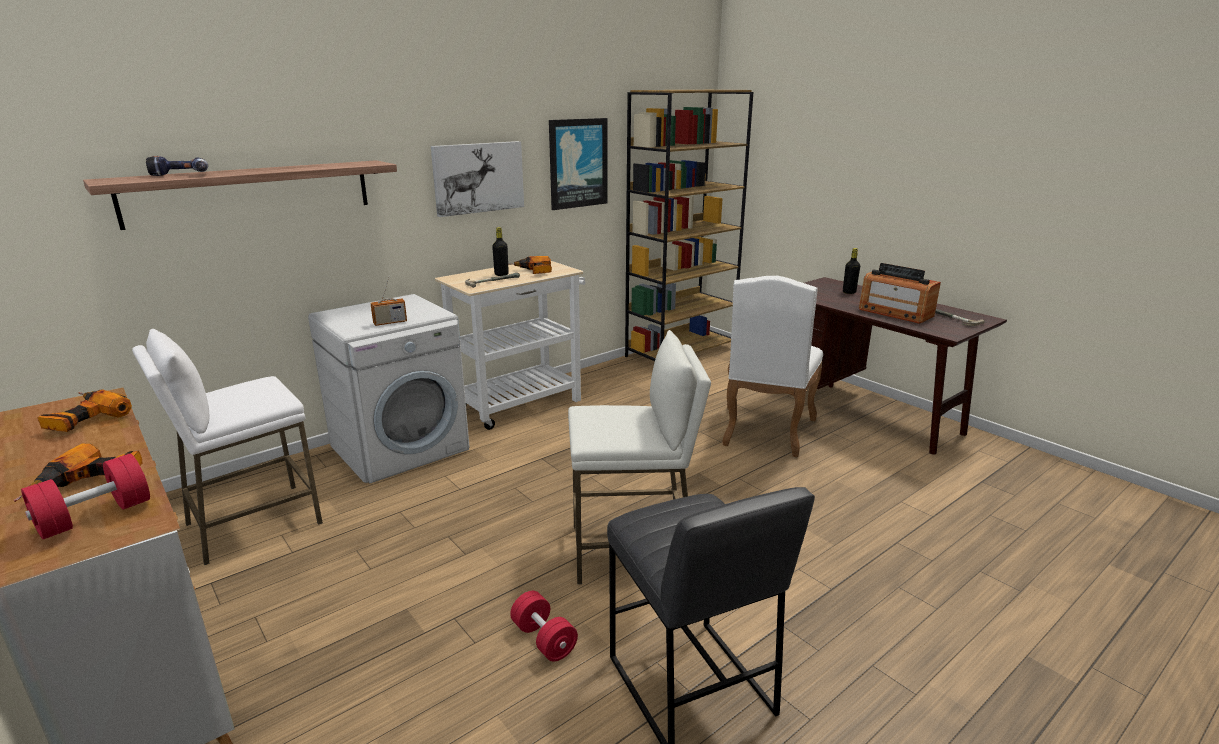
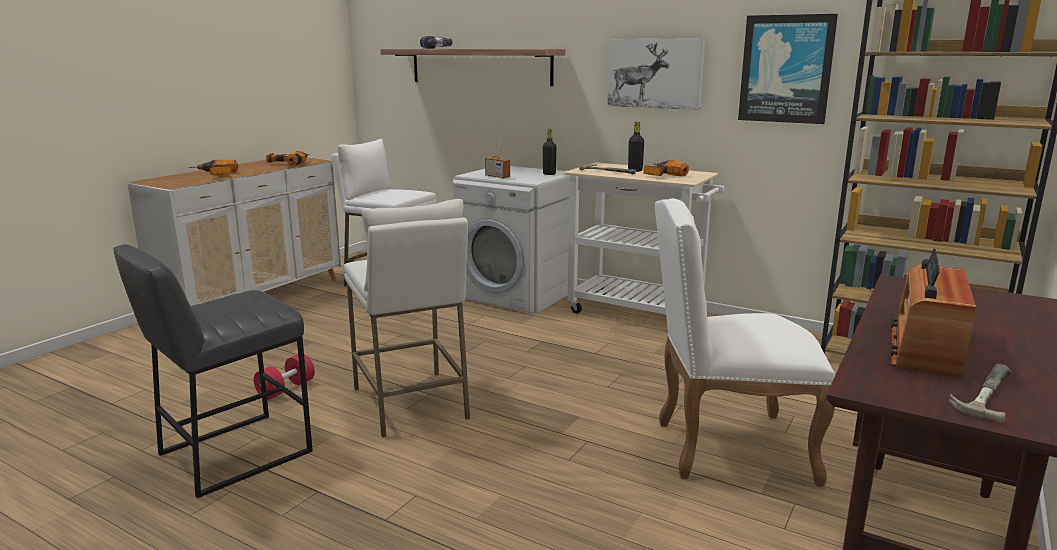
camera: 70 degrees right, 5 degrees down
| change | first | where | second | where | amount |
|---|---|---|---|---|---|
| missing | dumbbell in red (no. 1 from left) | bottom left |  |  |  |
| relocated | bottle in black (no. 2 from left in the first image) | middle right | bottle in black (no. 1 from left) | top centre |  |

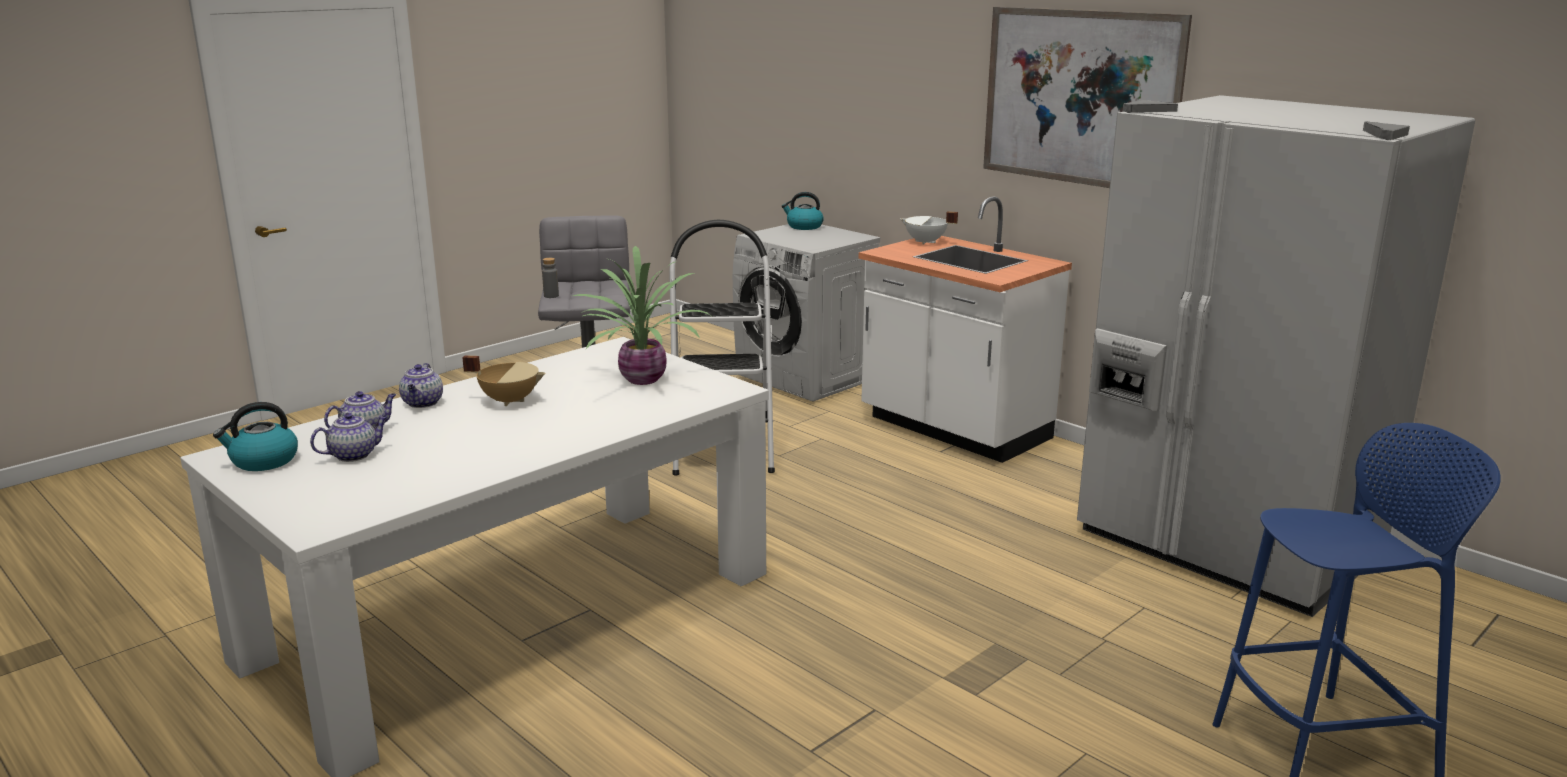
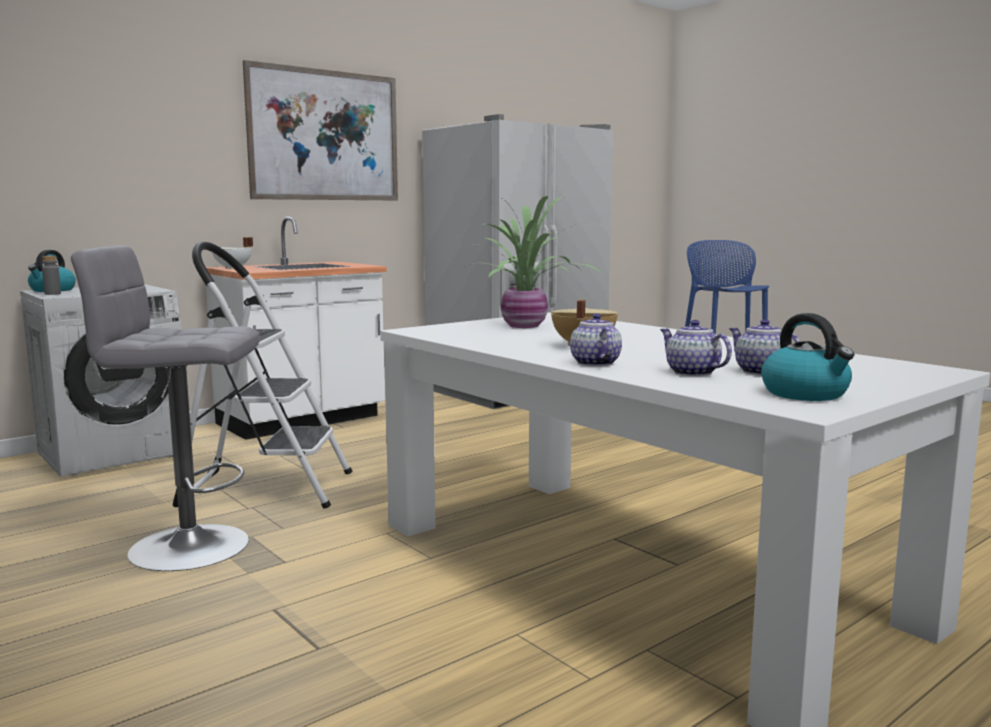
camera: 85 degrees left, 10 degrees down
| change | first | where | second | where | amount |
|---|---|---|---|---|---|
| relocated | bottle in grey | centre |  | middle left |  |
| spun | teapot (no. 3 from left in the first image) | middle left | teapot (no. 1 from left) | centre | 105 degrees counterclockwise |

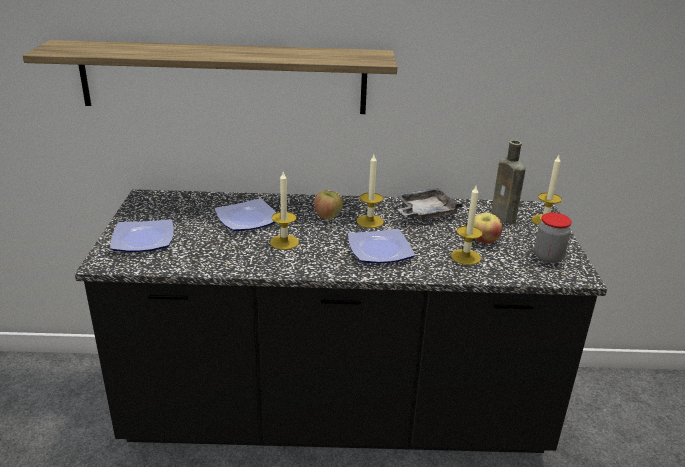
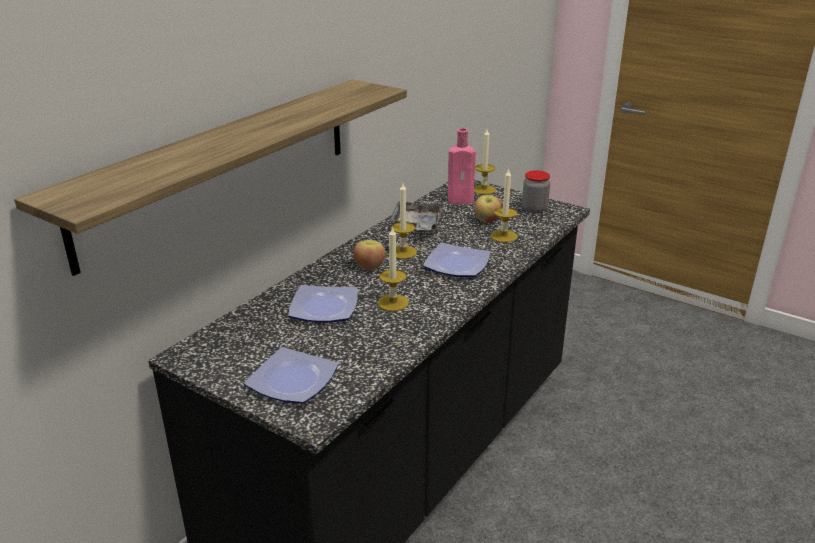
camera: 55 degrees left, 0 degrees up
| change | first | where | second | where | amount |
|---|---|---|---|---|---|
| colour | bottle in brown | middle right | bottle in pink | top centre |  |

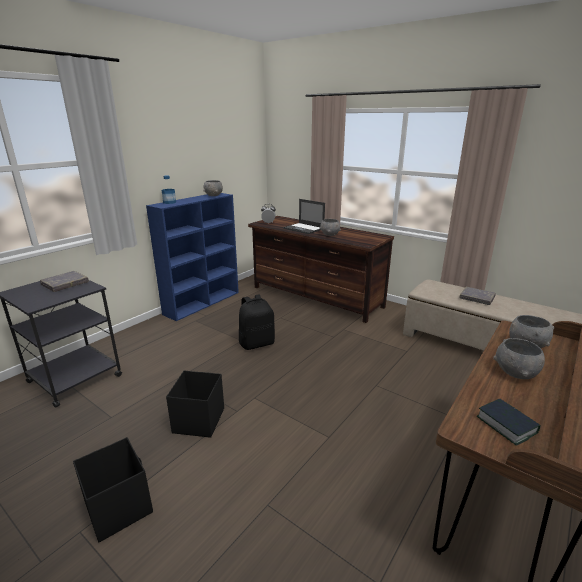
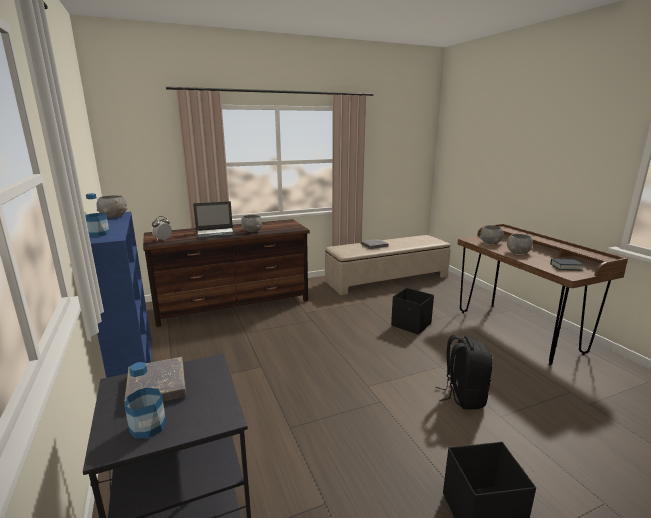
camera: 60 degrees left, 5 degrees down
| change | first | where | second | where | amount |
|---|---|---|---|---|---|
| appeared |  |  | bottle (no. 2 from left) | bottom left |  |
| relocated | storage box in black (no. 2 from left in the first image) | bottom centre | storage box in black (no. 1 from left) | centre |  |
| relocated | backpack in black | centre |  | bottom right |  |

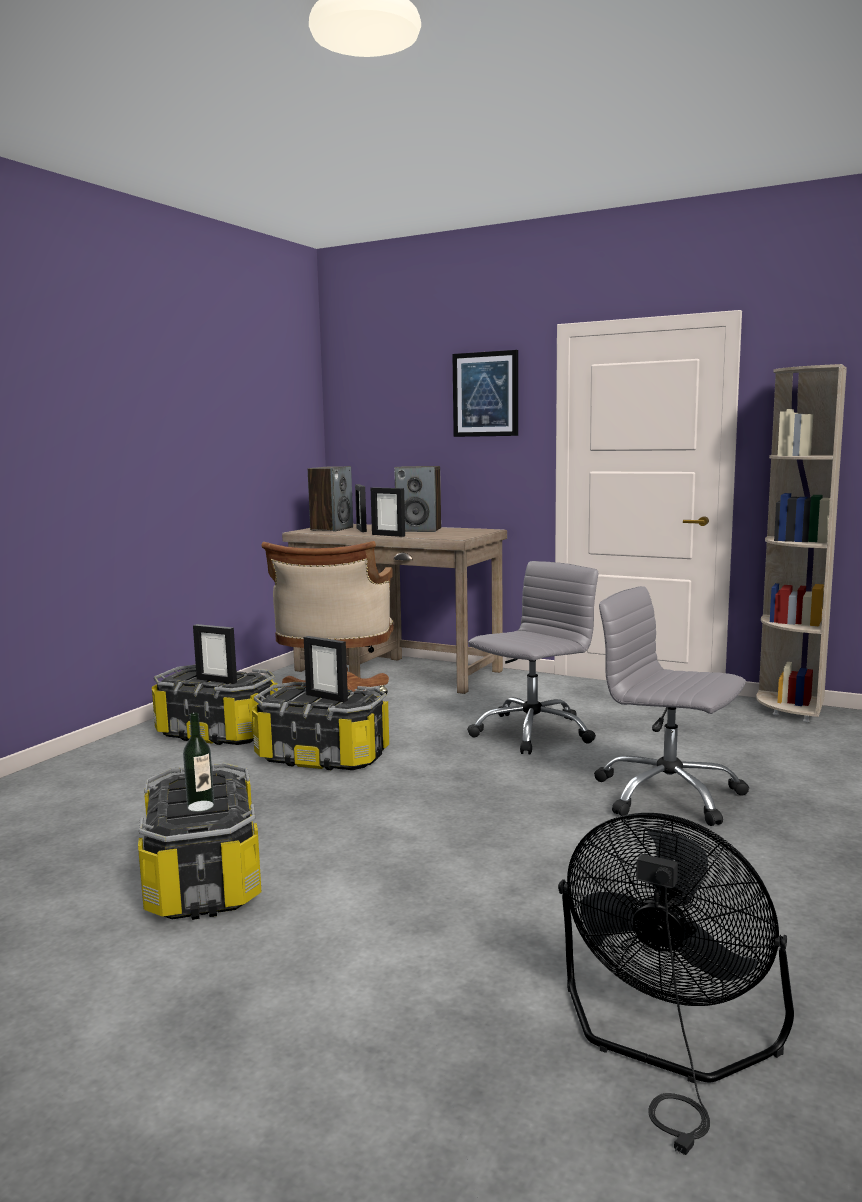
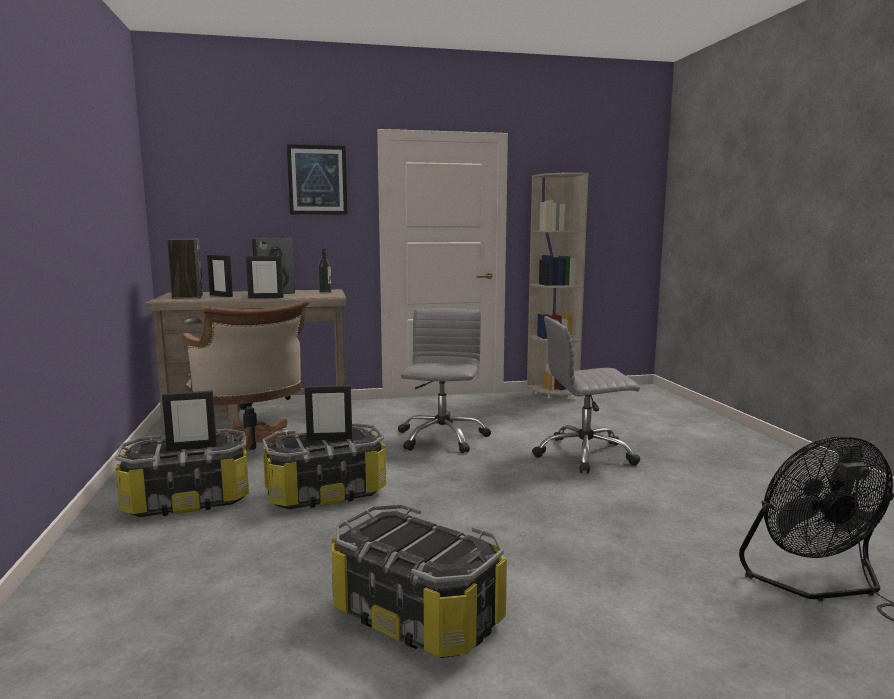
camera: 40 degrees left, 0 degrees up
| change | first | where | second | where | amount |
|---|---|---|---|---|---|
| relocated | bottle | middle left |  | centre |  |

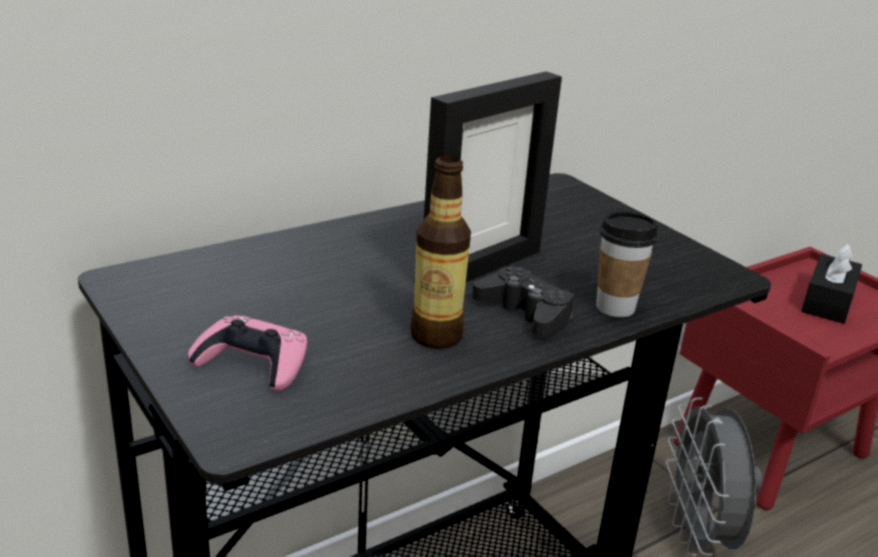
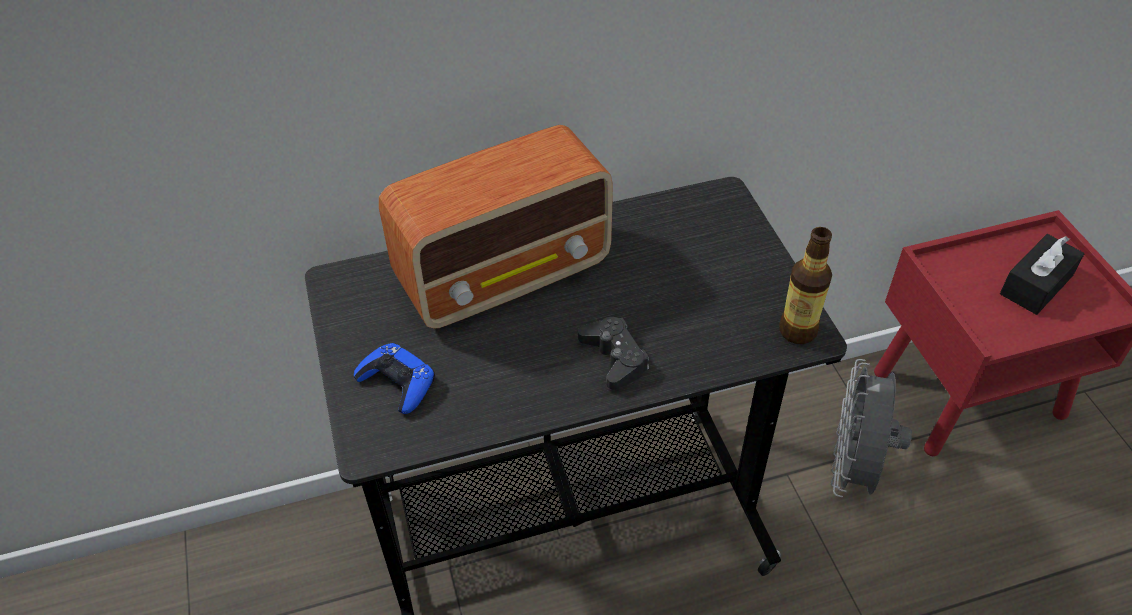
camera: 20 degrees right, 20 degrees up
| change | first | where | second | where | amount |
|---|---|---|---|---|---|
| missing | picture frame | top centre |  |  |  |
| missing | cup | middle right |  |  |  |
| appeared |  |  | radio | centre |  |
| relocated | bottle | centre |  | middle right |  |
| colour | game controller in pink | middle left | game controller in blue | centre |  |

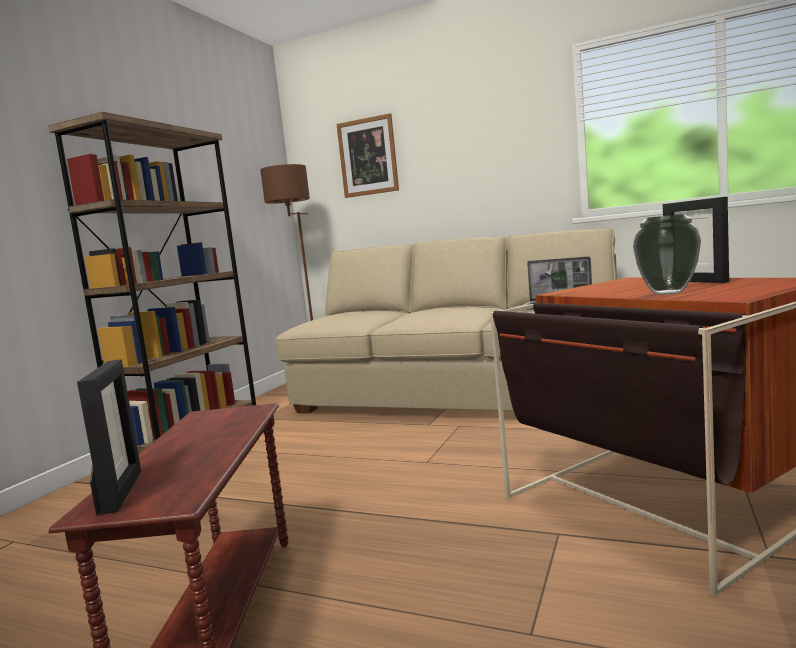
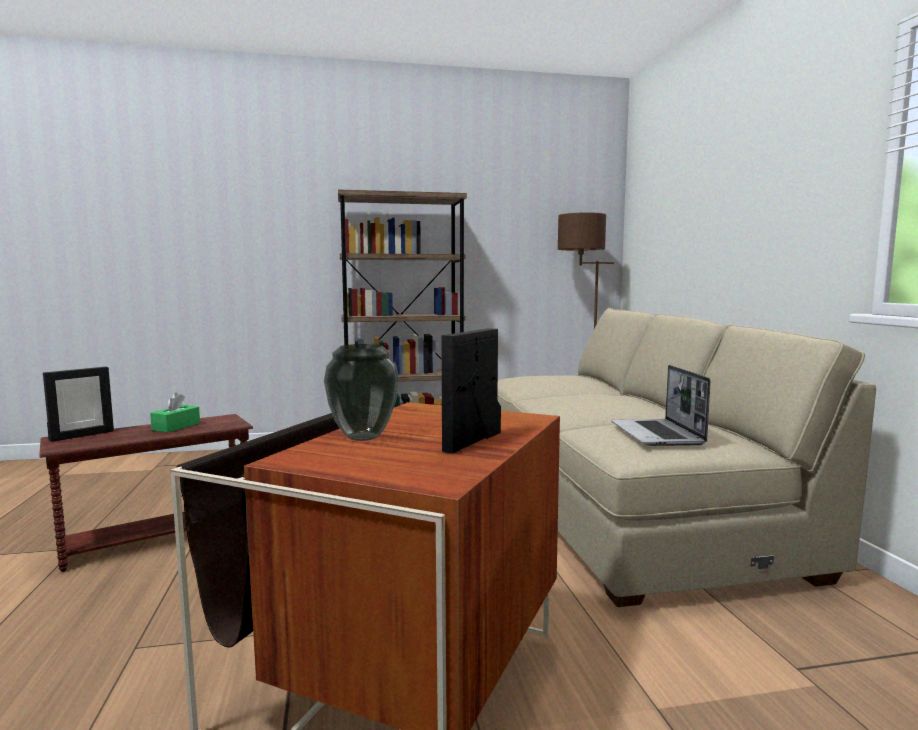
camera: 55 degrees right, 0 degrees up
| change | first | where | second | where | amount |
|---|---|---|---|---|---|
| missing | picture | top centre |  |  |  |
| appeared |  |  | tissue box in green | middle left |  |

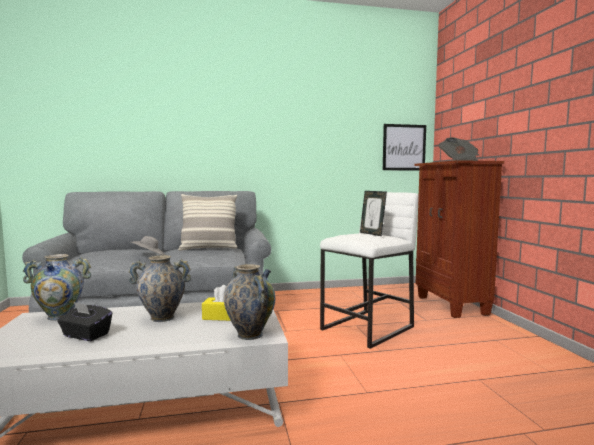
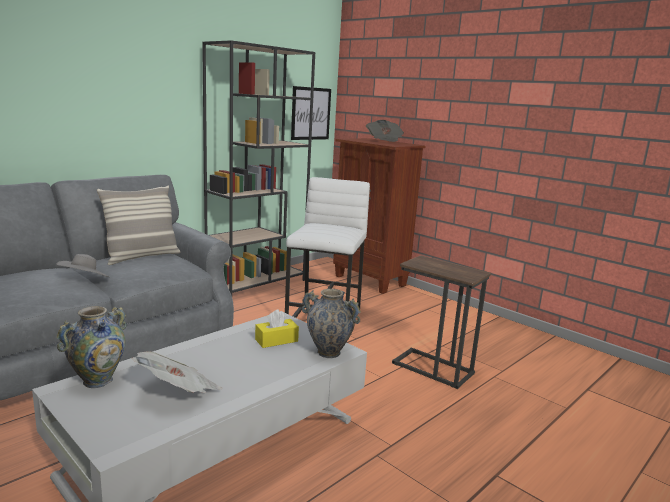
camera: 35 degrees left, 10 degrees up
| change | first | where | second | where | amount |
|---|---|---|---|---|---|
| missing | vase (no. 2 from left) | middle left |  |  |  |
| missing | picture frame | centre |  |  |  |
| appeared |  |  | bookcase | centre |  |
| appeared |  |  | side table in brown | centre |  |
| exchanged | tissue box in black | bottom left | newspaper (no. 1 from left) | bottom left |  |

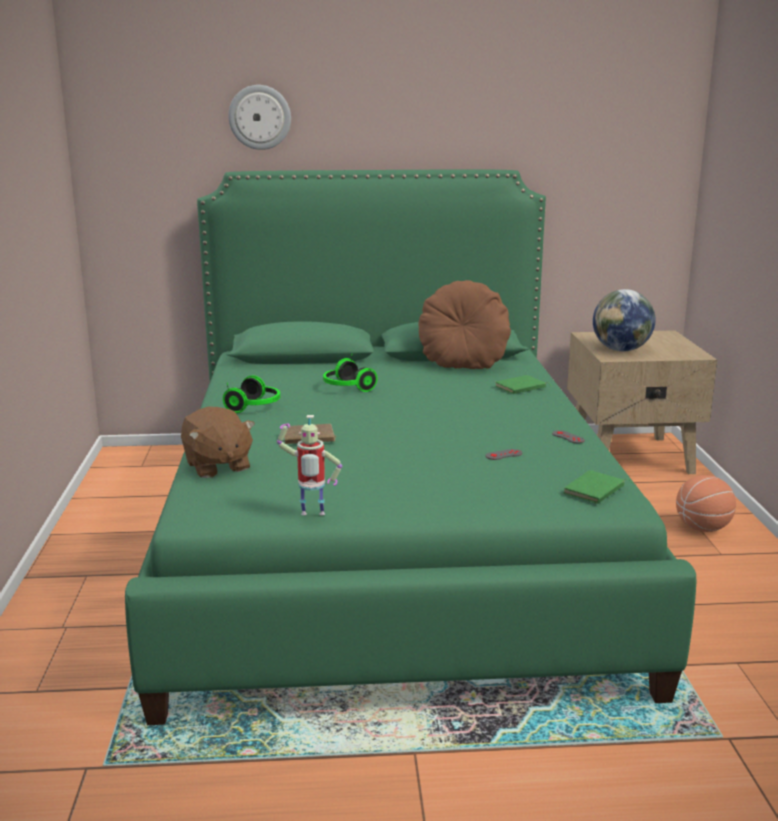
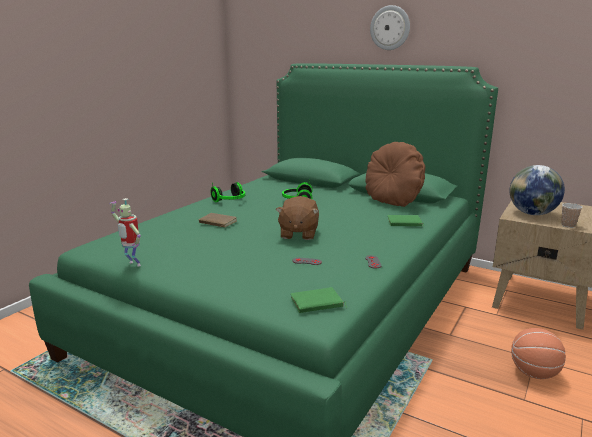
camera: 35 degrees right, 0 degrees up
| change | first | where | second | where | amount |
|---|---|---|---|---|---|
| appeared |  |  | cup | middle right |  |
| relocated | plush toy in brown | middle left |  | centre |  |
| relocated | wall clock | top left |  | top centre |  |

